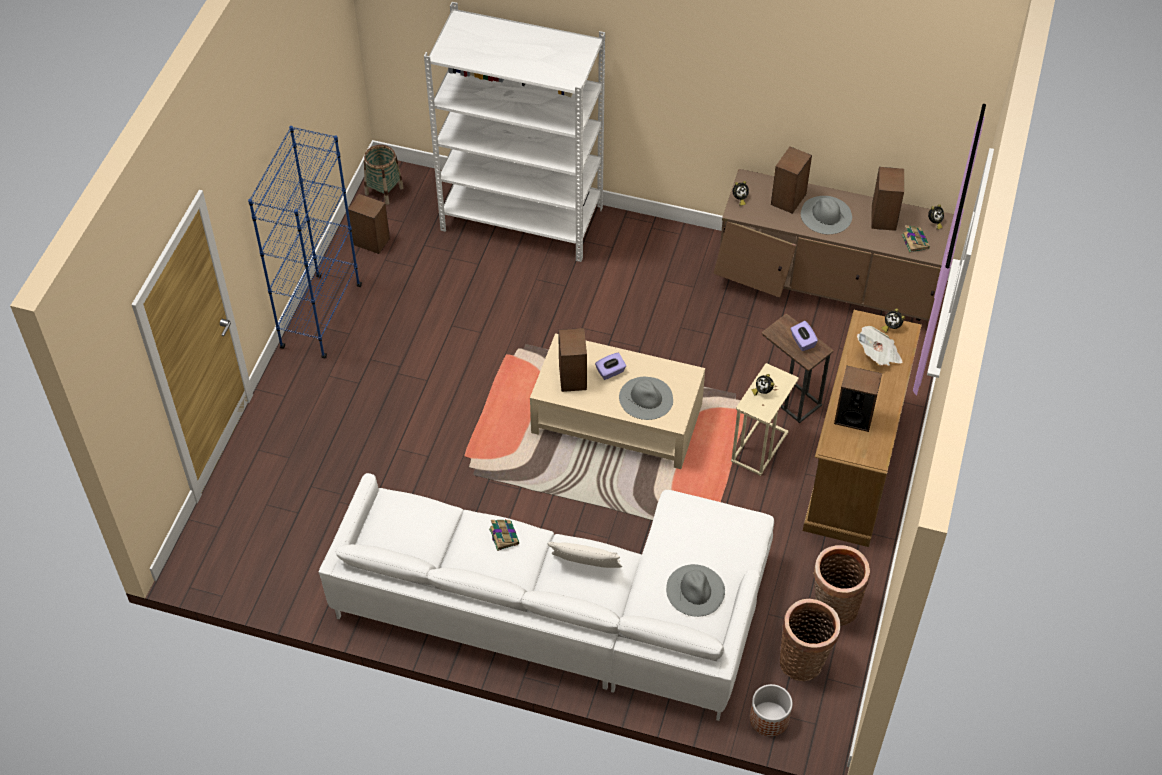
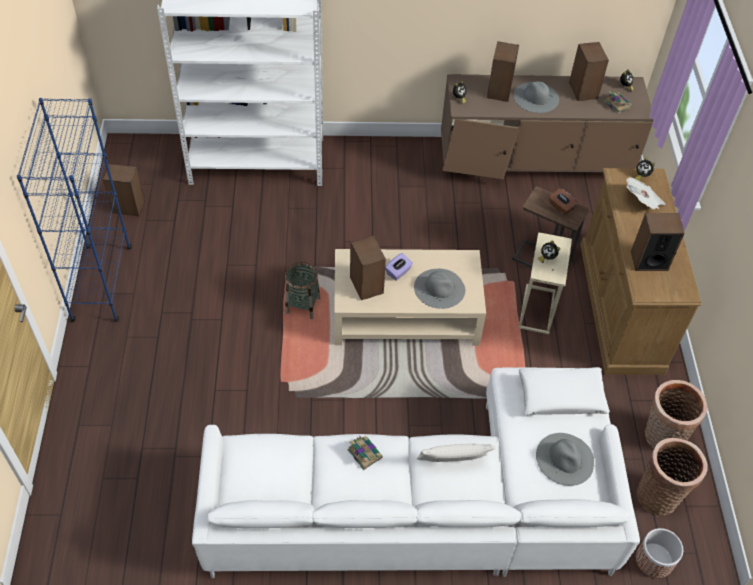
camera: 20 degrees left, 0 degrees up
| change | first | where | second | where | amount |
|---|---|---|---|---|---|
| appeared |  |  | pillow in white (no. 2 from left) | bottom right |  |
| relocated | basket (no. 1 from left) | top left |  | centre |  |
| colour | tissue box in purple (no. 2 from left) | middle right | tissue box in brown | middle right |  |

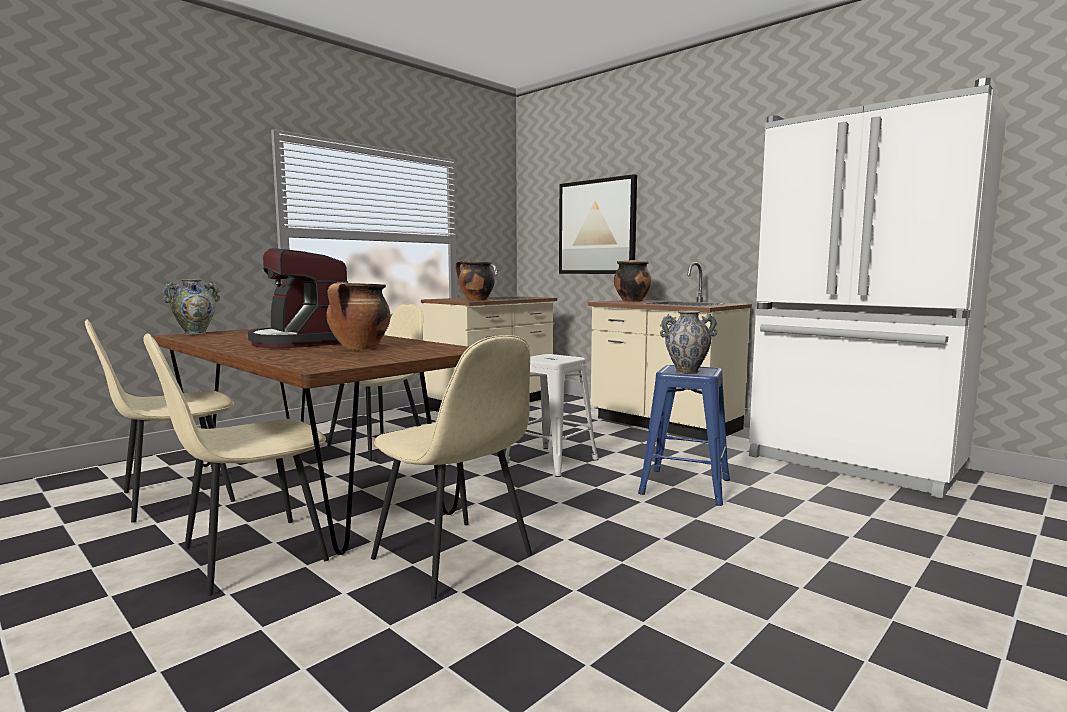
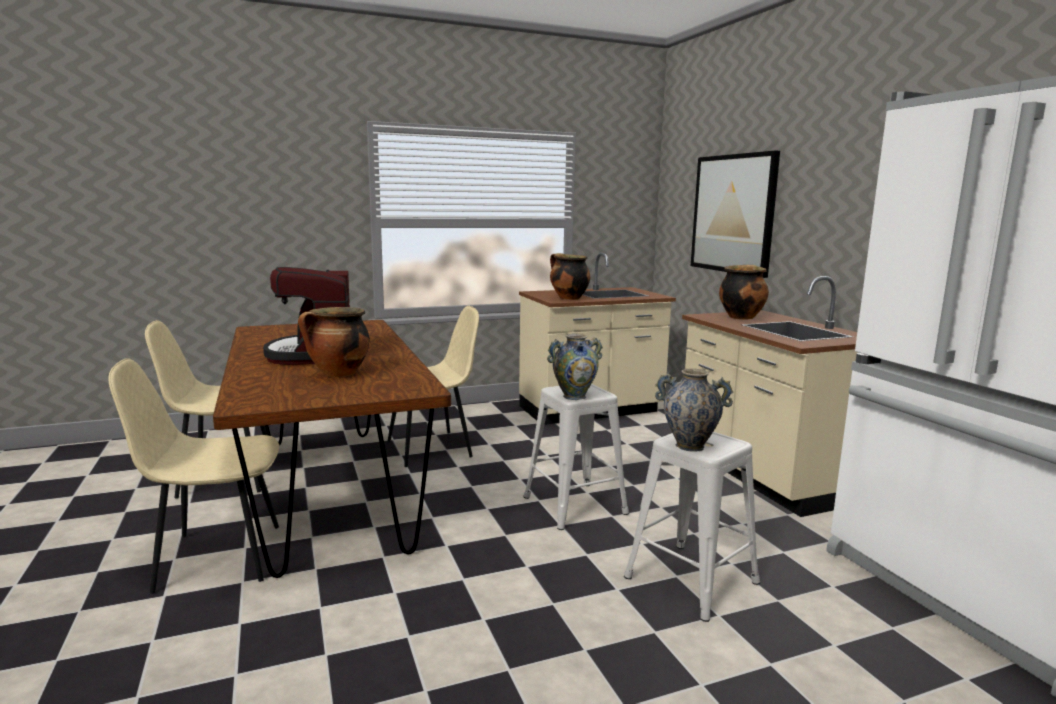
camera: 25 degrees right, 5 degrees up
| change | first | where | second | where | amount |
|---|---|---|---|---|---|
| missing | chair in beige (no. 4 from left) | centre |  |  |  |
| relocated | vase (no. 1 from left) | middle left |  | centre |  |
| colour | stool in blue | centre | stool in white (no. 2 from left) | bottom centre |  |

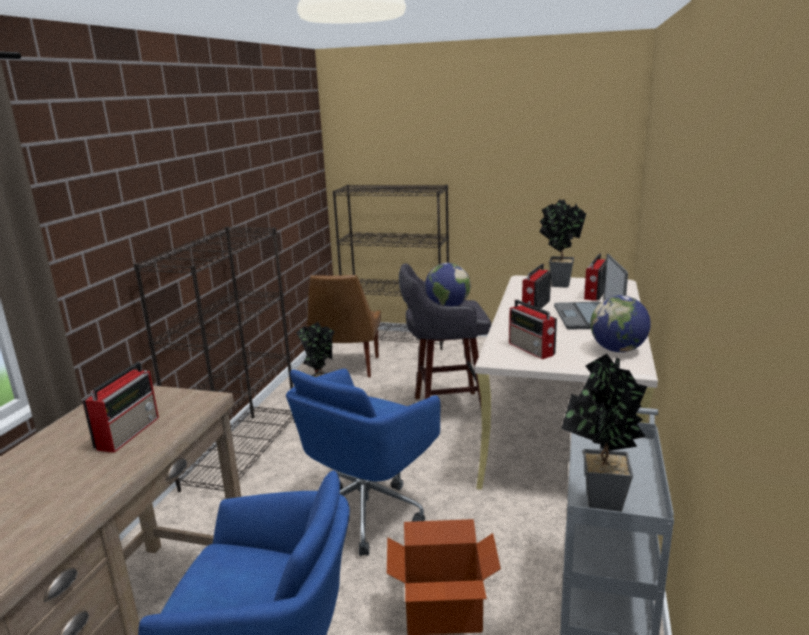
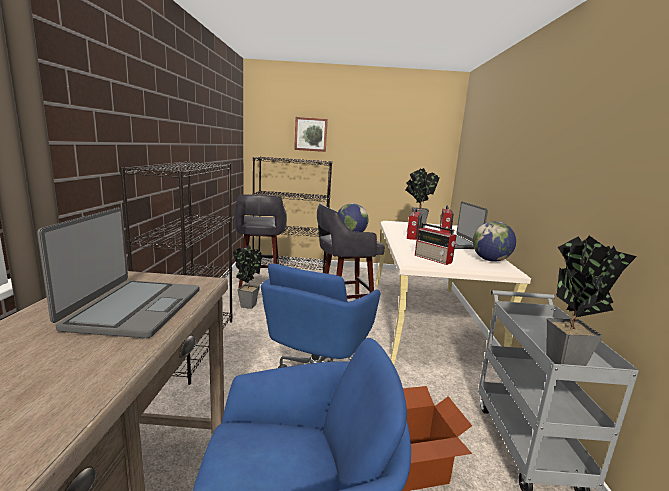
camera: 15 degrees left, 5 degrees down
| change | first | where | second | where | amount |
|---|---|---|---|---|---|
| appeared |  |  | picture | top centre |  |
| exchanged | radio (no. 1 from left) | middle left | laptop (no. 1 from left) | middle left |  |
| exchanged | chair in brown | centre | stool in grey (no. 1 from left) | centre |  |

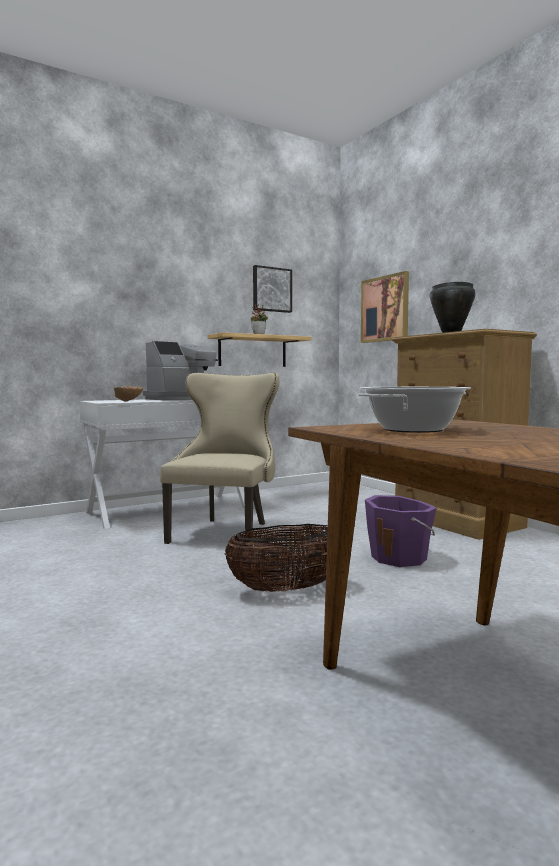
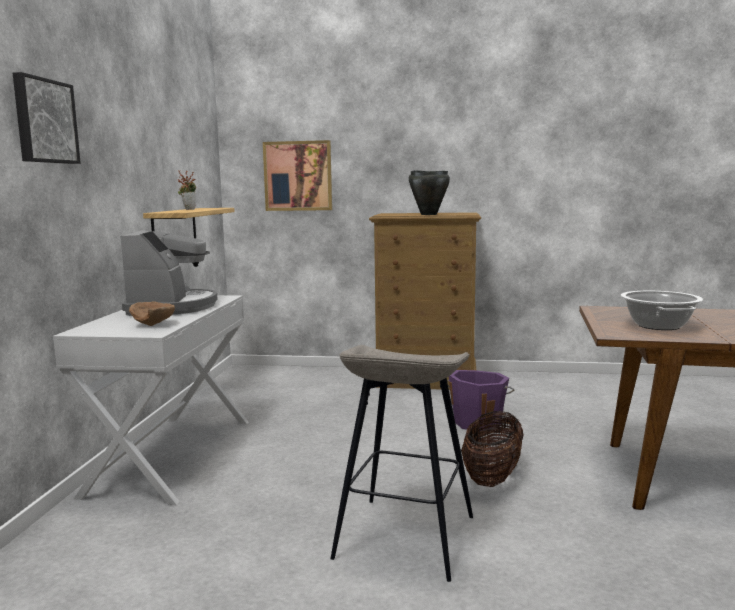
camera: 50 degrees left, 5 degrees up
| change | first | where | second | where | amount |
|---|---|---|---|---|---|
| missing | chair in beige | centre |  |  |  |
| appeared |  |  | stool in grey | bottom centre |  |
| relocated | picture (no. 1 from left) | centre |  | top left |  |

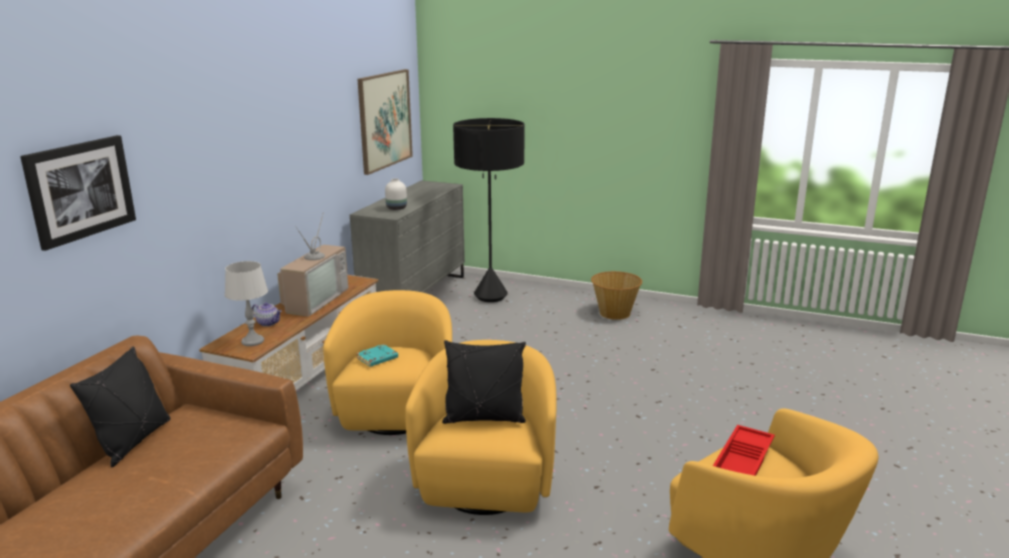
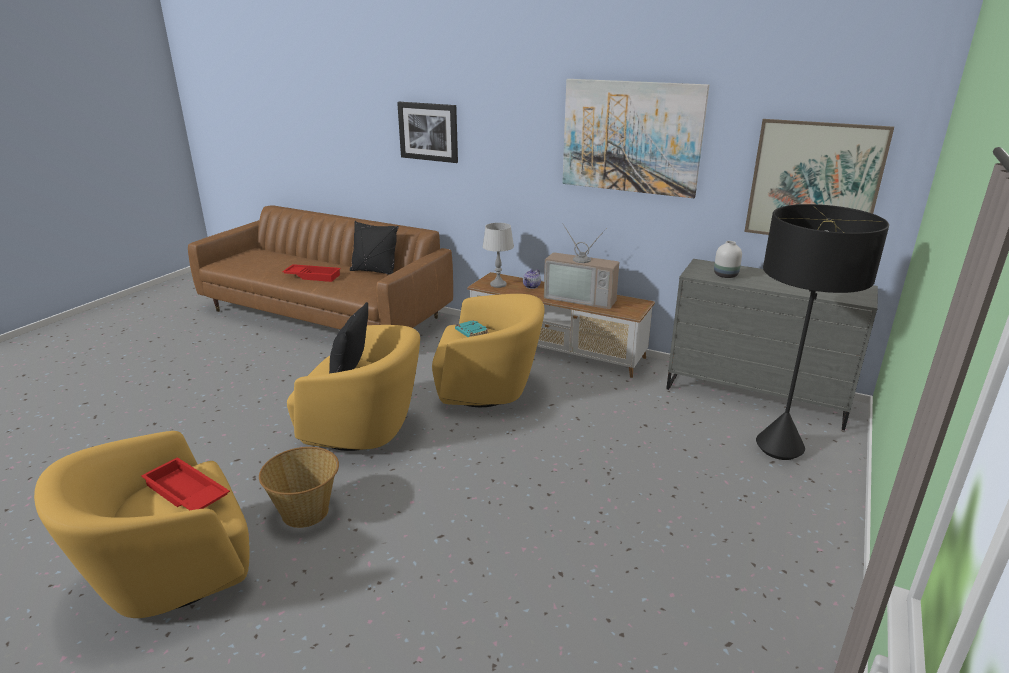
camera: 95 degrees right, 5 degrees up
| change | first | where | second | where | amount |
|---|---|---|---|---|---|
| appeared |  |  | tray in red (no. 2 from left) | middle left |  |
| appeared |  |  | picture (no. 2 from left) | top centre |  |
| relocated | basket | centre |  | bottom left |  |

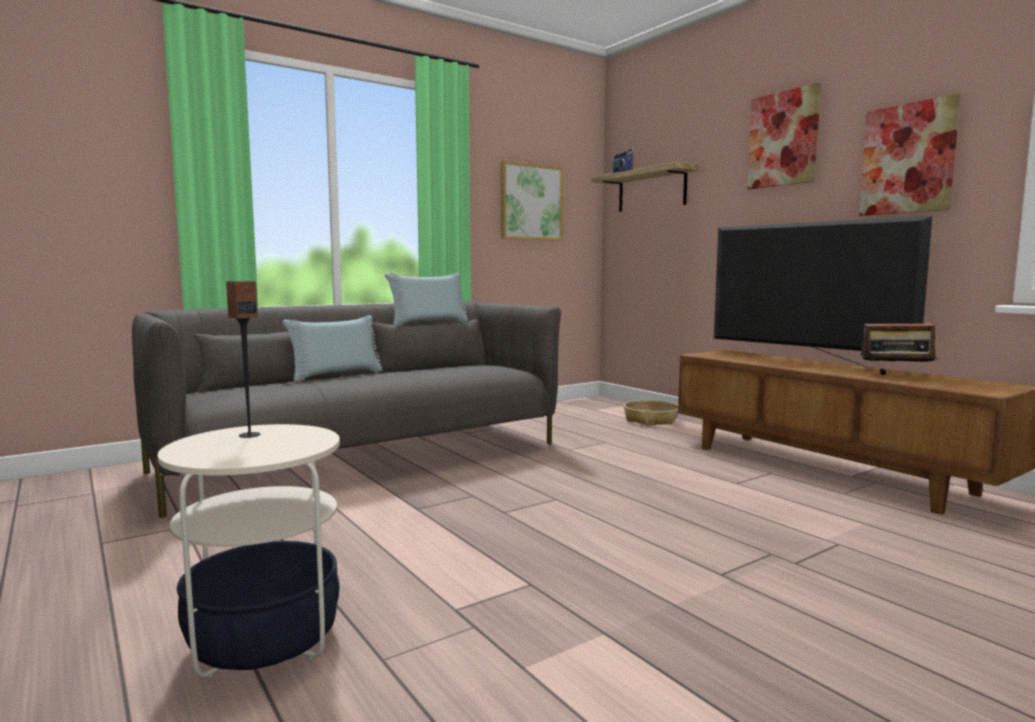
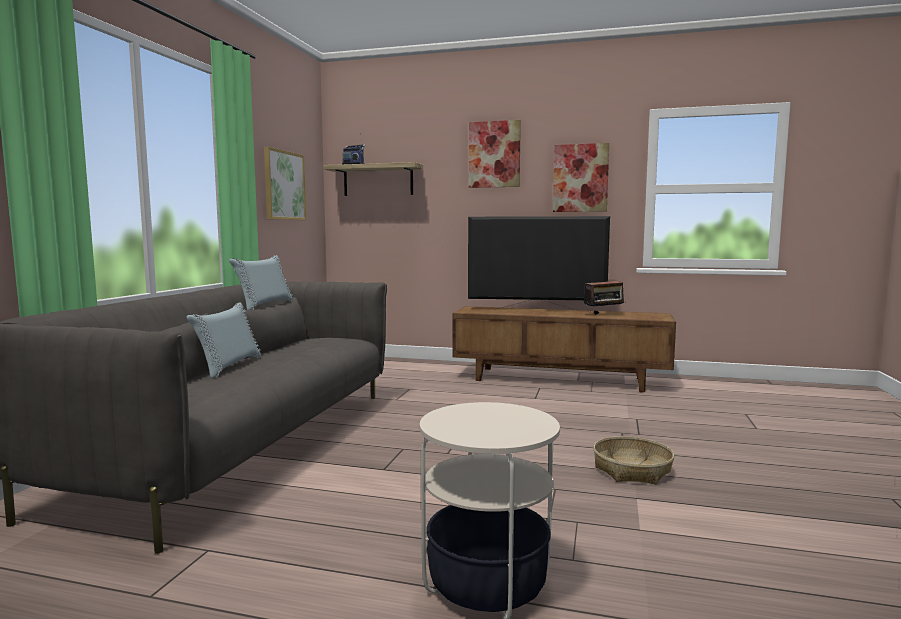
camera: 40 degrees left, 0 degrees up
| change | first | where | second | where | amount |
|---|---|---|---|---|---|
| missing | speaker | middle left |  |  |  |
| relocated | basket | centre |  | bottom right |  |

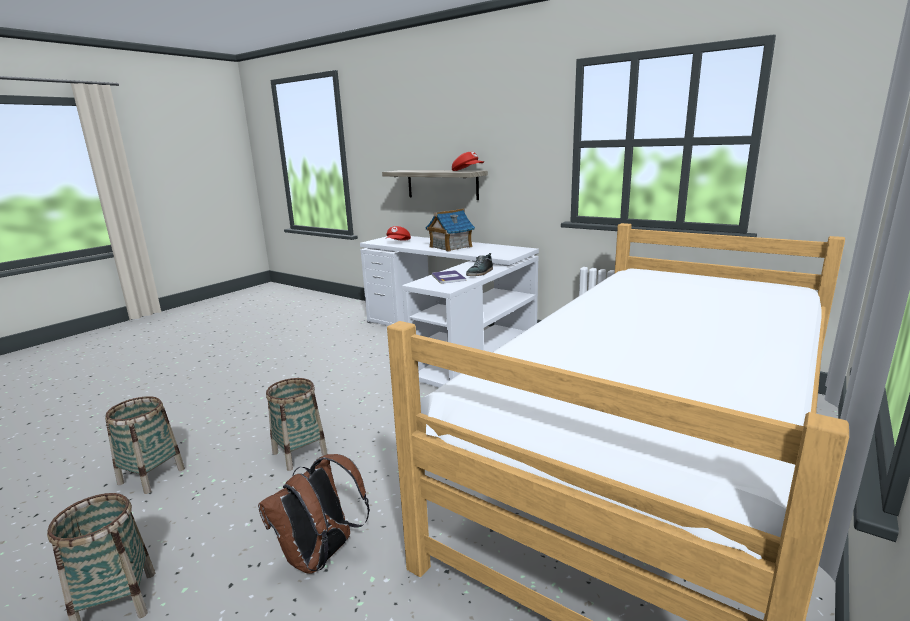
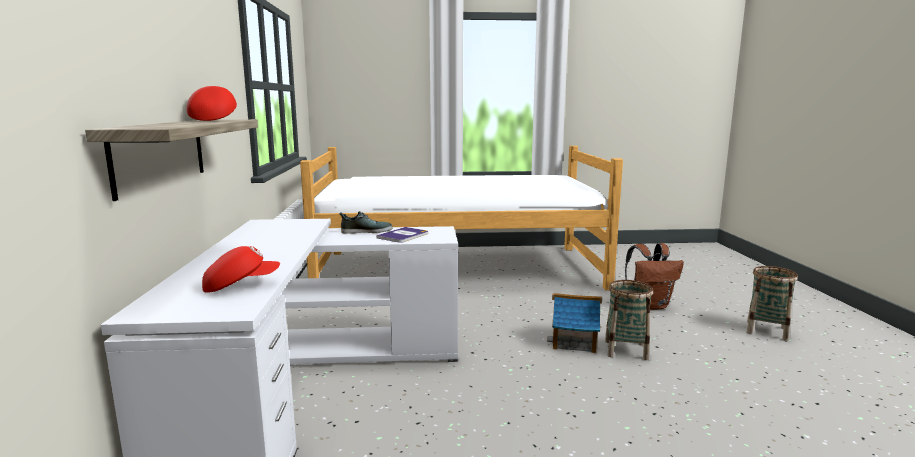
camera: 130 degrees left, 5 degrees down
| change | first | where | second | where | amount |
|---|---|---|---|---|---|
| missing | basket (no. 2 from left) | bottom left |  |  |  |
| relocated | toy house | centre |  | bottom centre |  |

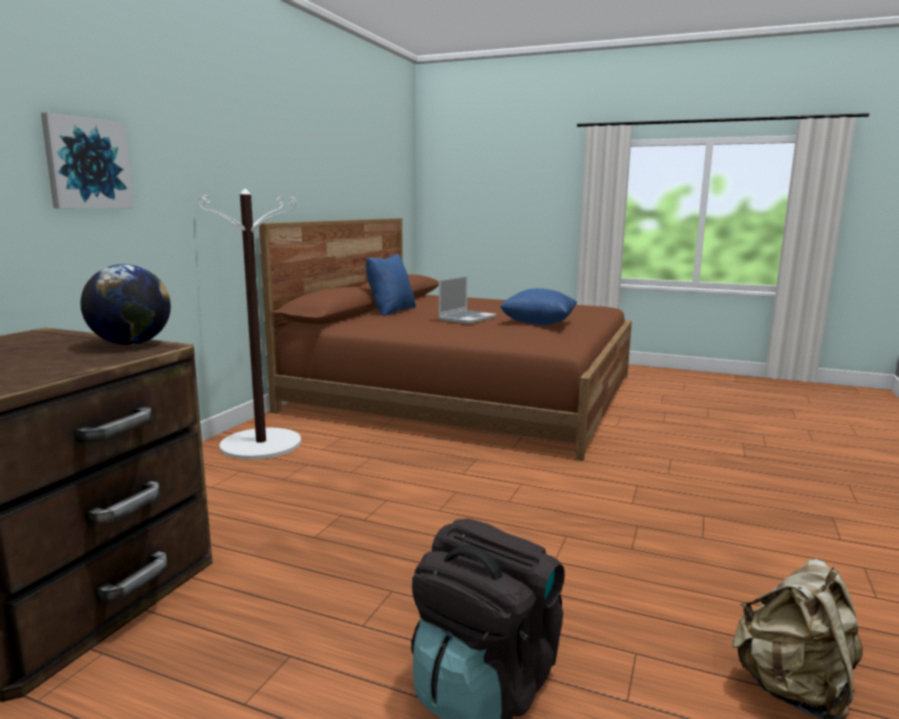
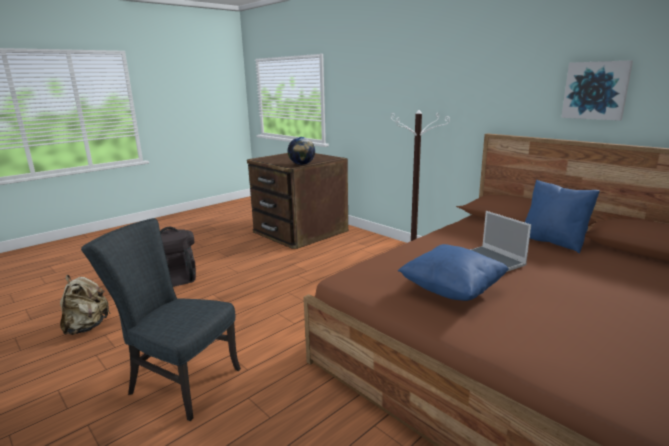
camera: 115 degrees right, 5 degrees up
| change | first | where | second | where | amount |
|---|---|---|---|---|---|
| appeared |  |  | chair in grey | bottom left |  |
| relocated | picture | top left |  | top right |  |

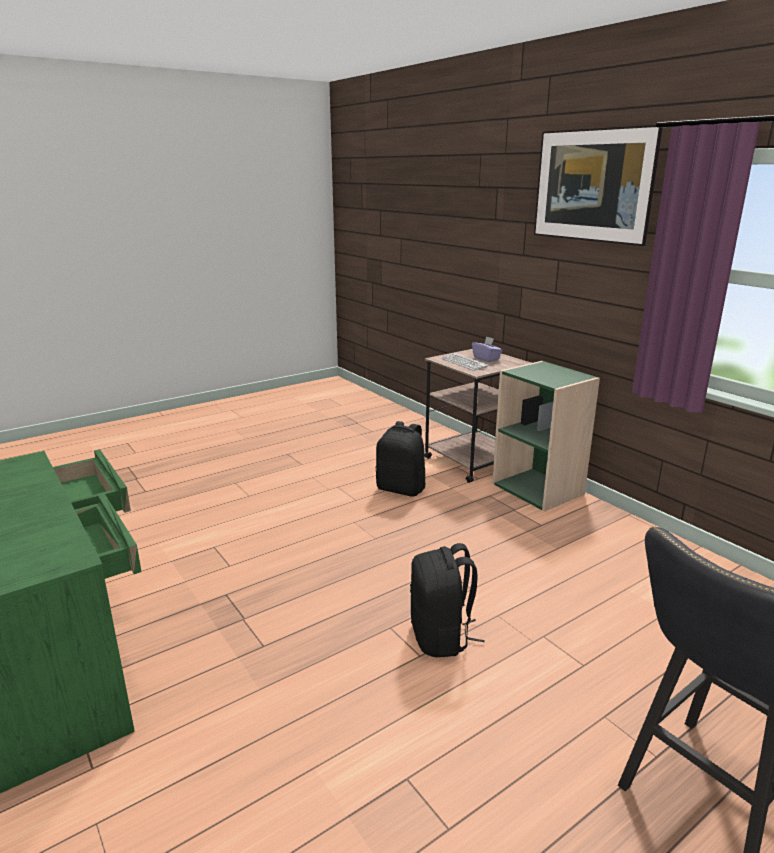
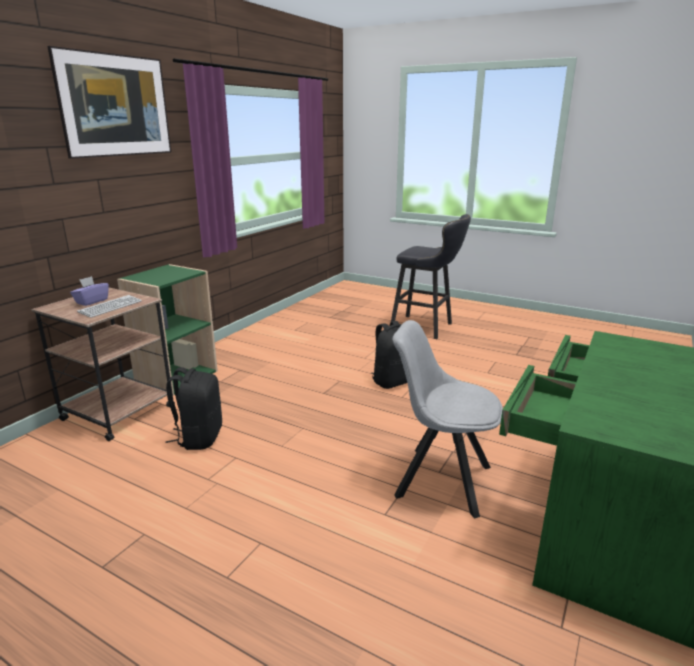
camera: 115 degrees left, 0 degrees up
| change | first | where | second | where | amount |
|---|---|---|---|---|---|
| appeared |  |  | chair in grey | centre |  |

